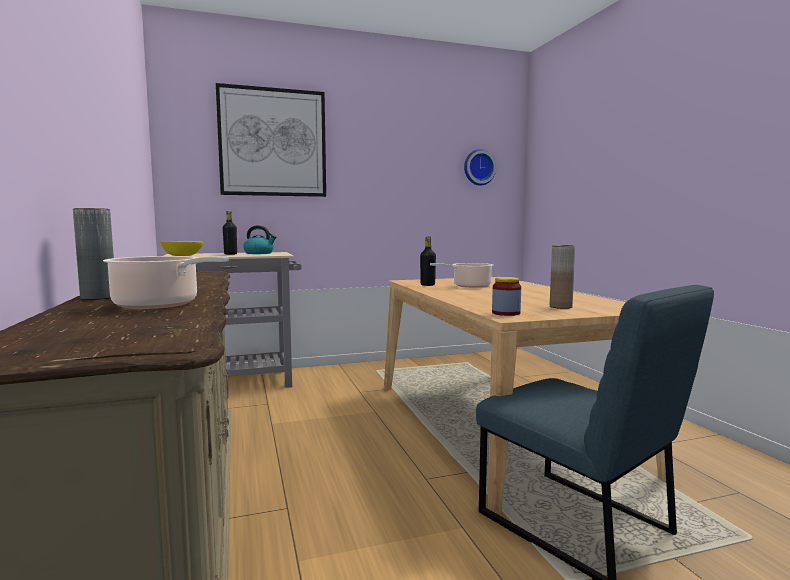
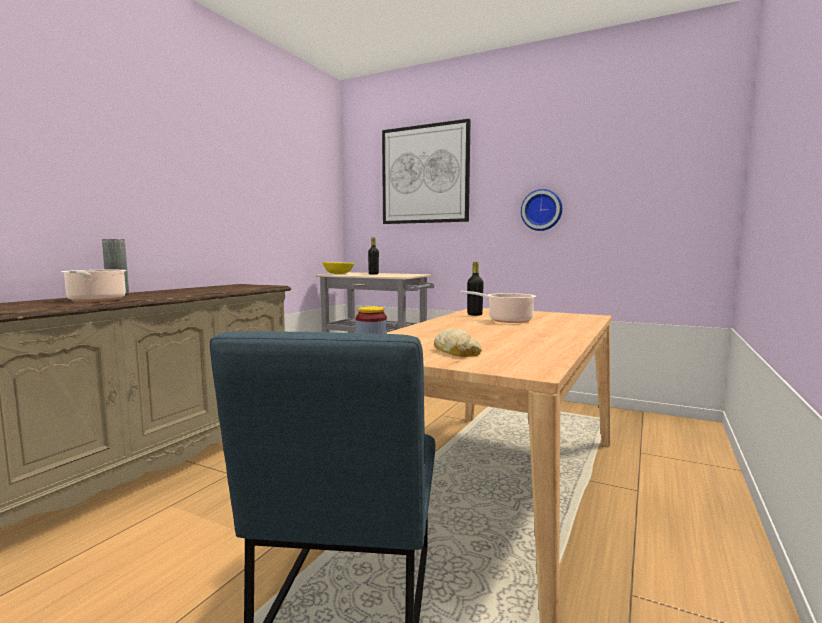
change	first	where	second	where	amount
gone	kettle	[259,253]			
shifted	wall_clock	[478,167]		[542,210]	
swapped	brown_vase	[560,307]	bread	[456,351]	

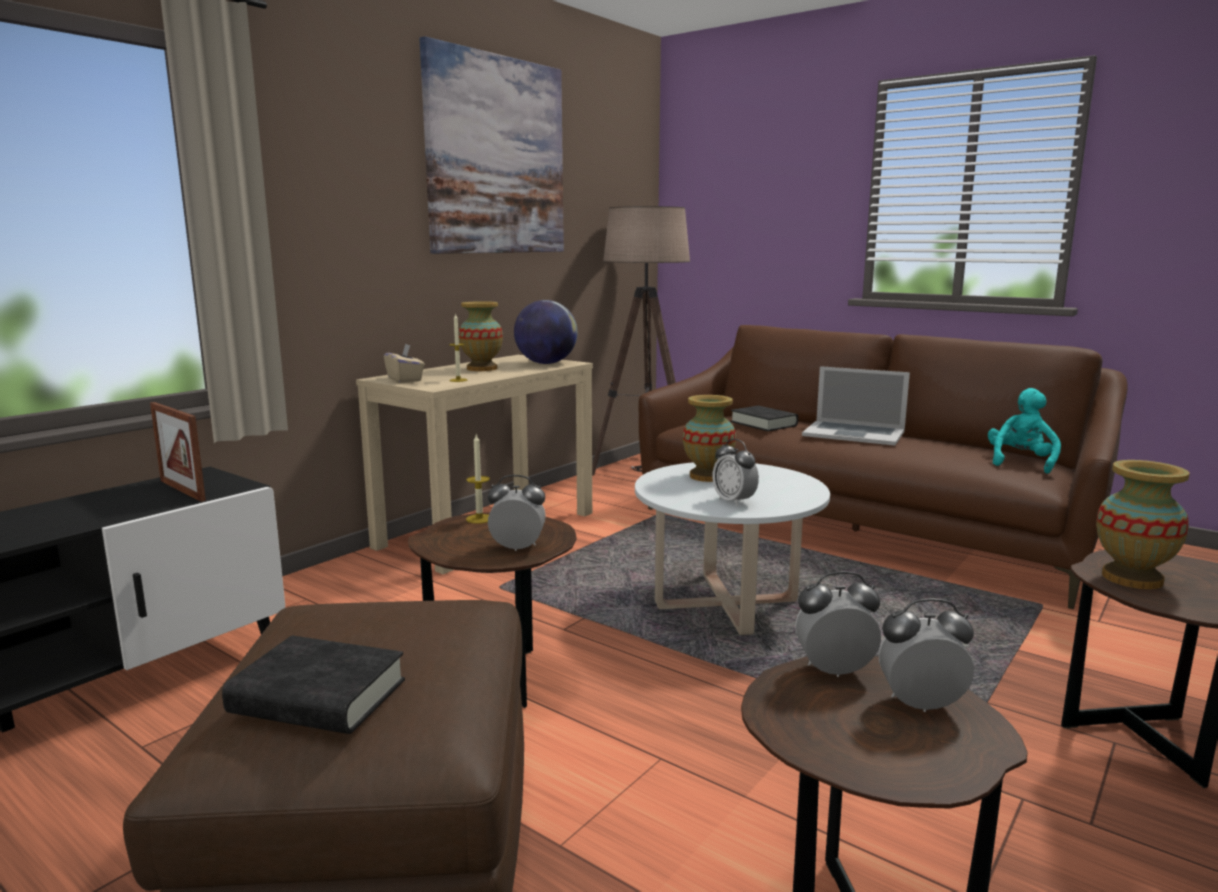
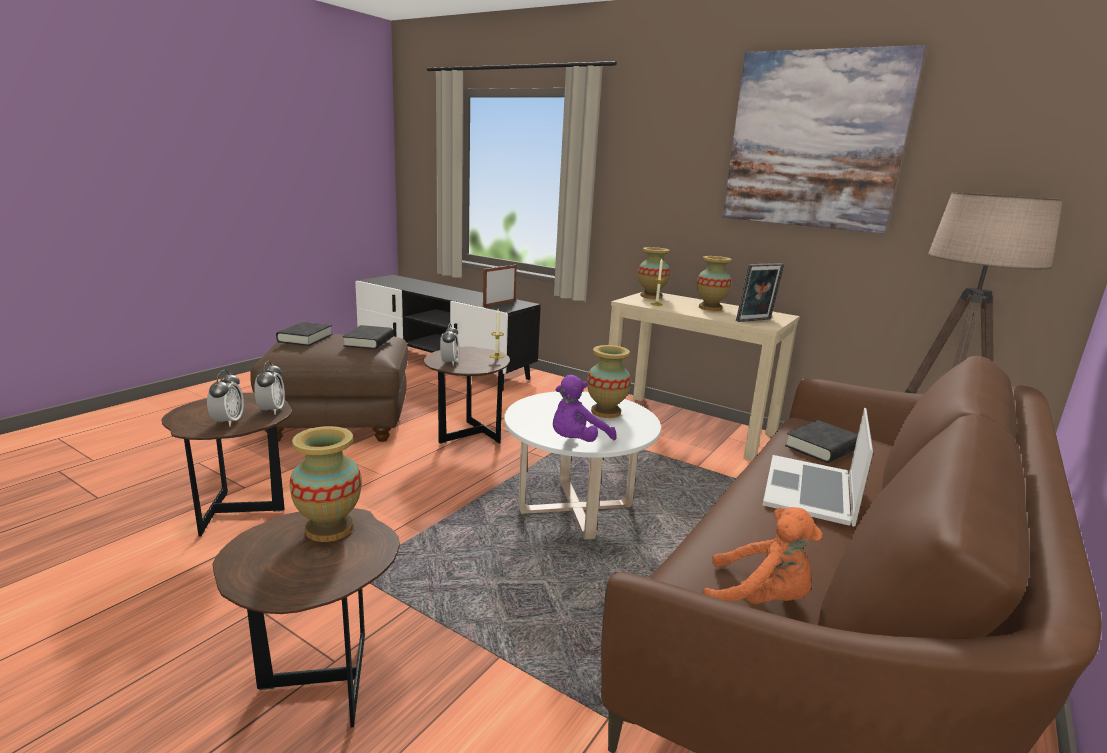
change	first	where	second	where	amount
swapped	beige_tissue_box	[405,379]	vase	[651,296]	
swapped	globe	[546,363]	picture_frame	[755,320]	
gone	alarm_clock	[734,501]			
repainted	turquoise_plush_toy	[1020,462]	orange_plush_toy	[759,600]	
new			black_book	[369,342]	
new			purple_plush_toy	[577,442]	

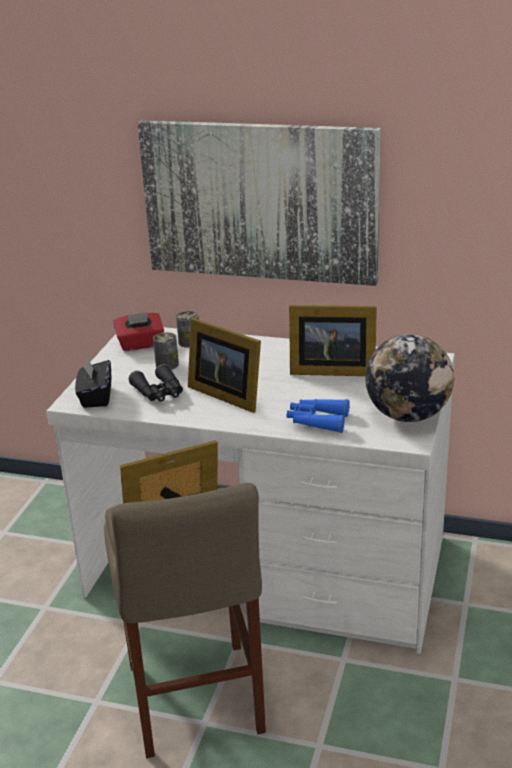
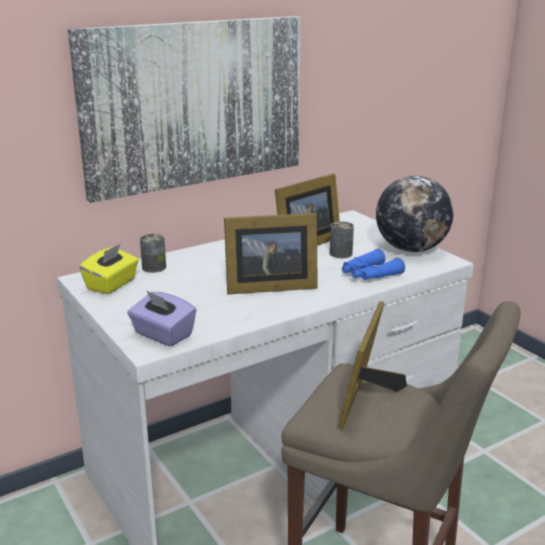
change	first	where	second	where	amount
repainted	black_tissue_box	[96,397]	purple_tissue_box	[162,335]	
repainted	red_tissue_box	[140,344]	yellow_tissue_box	[112,284]	
gone	black_binoculars	[159,393]			
shifted	can	[167,365]		[341,253]	

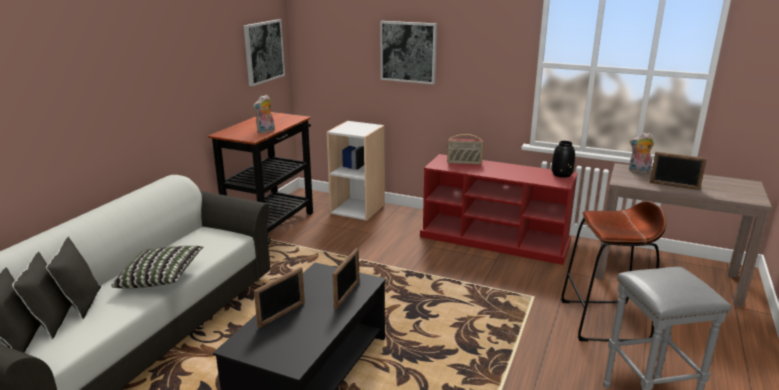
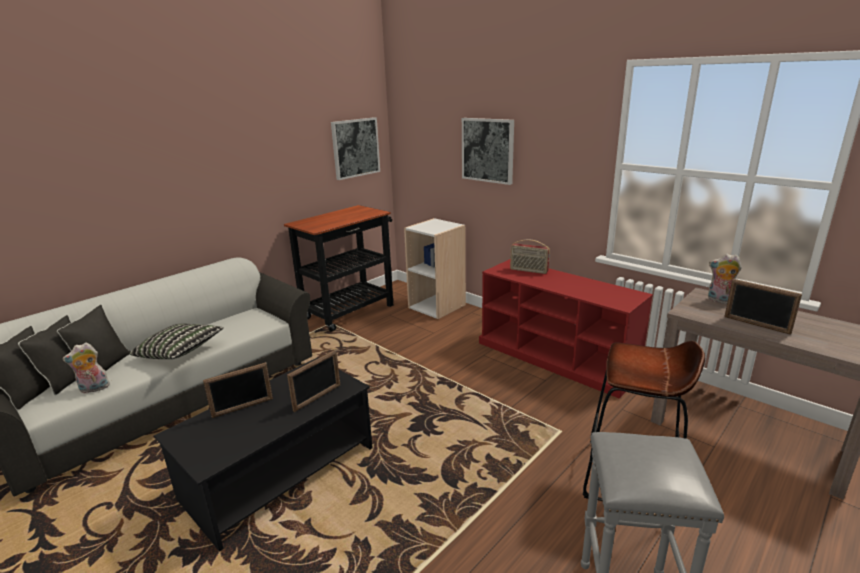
change	first	where	second	where	amount
shifted	plush_toy	[266,131]		[93,389]	
gone	black_vase	[561,174]			

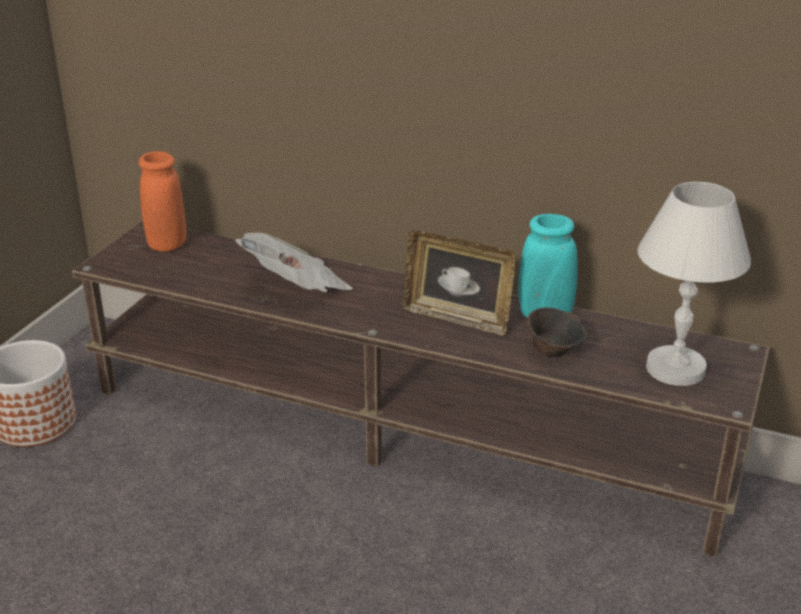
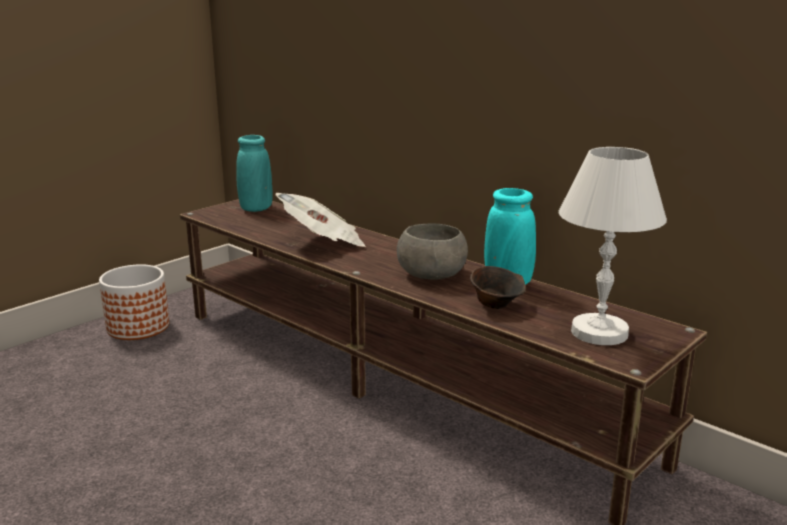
change	first	where	second	where	amount
repainted	orange_vase	[167,244]	turquoise_vase	[256,209]	
swapped	picture_frame	[457,317]	grey_bowl	[432,274]	

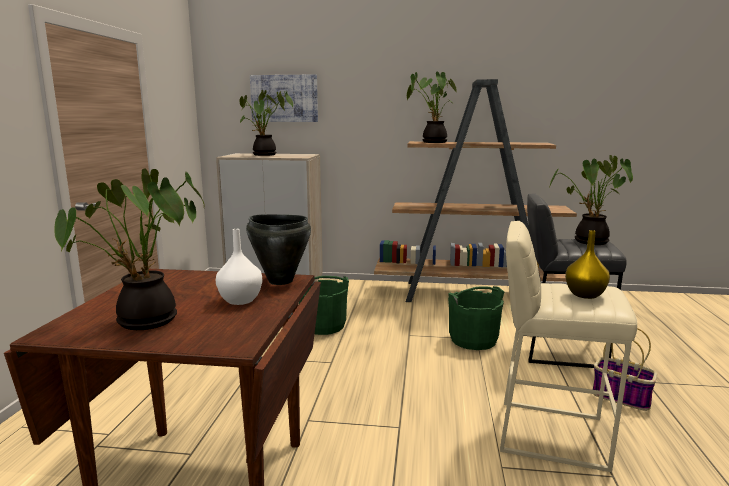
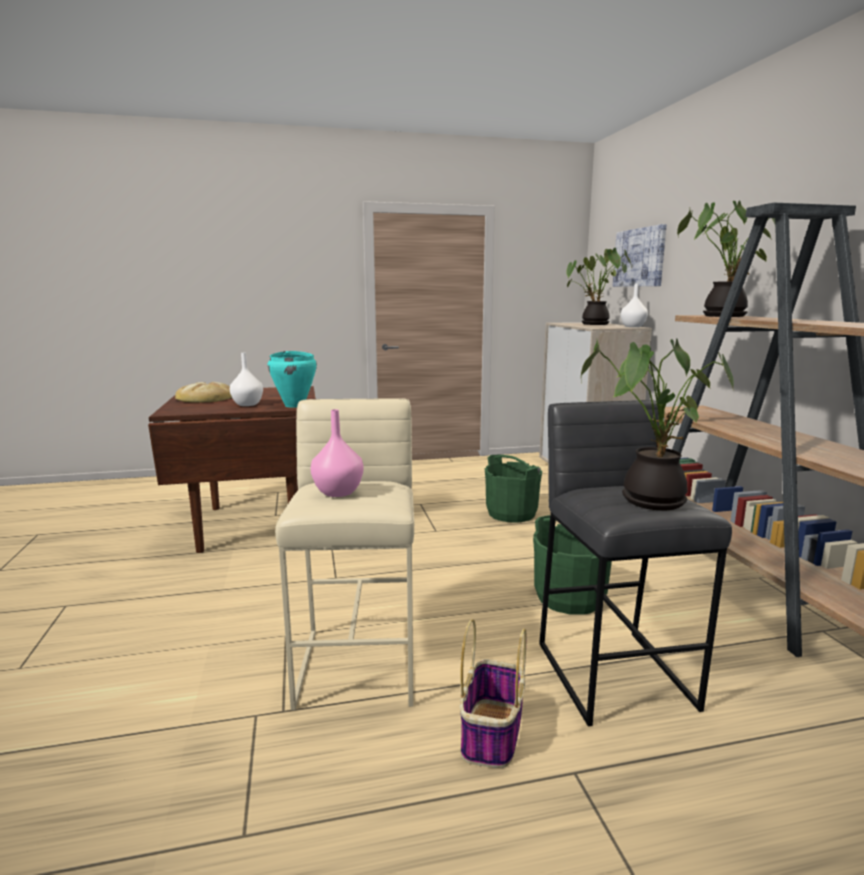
change	first	where	second	where	amount
swapped	potted_plant	[144,323]	bread	[205,398]	
repainted	black_cooking_pot	[280,281]	turquoise_cooking_pot	[295,405]	
repainted	yellow_vase	[586,295]	pink_vase	[338,493]	
new			white_vase	[633,326]	

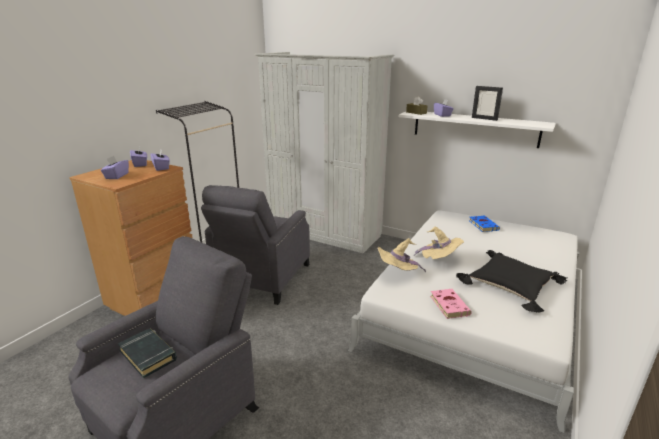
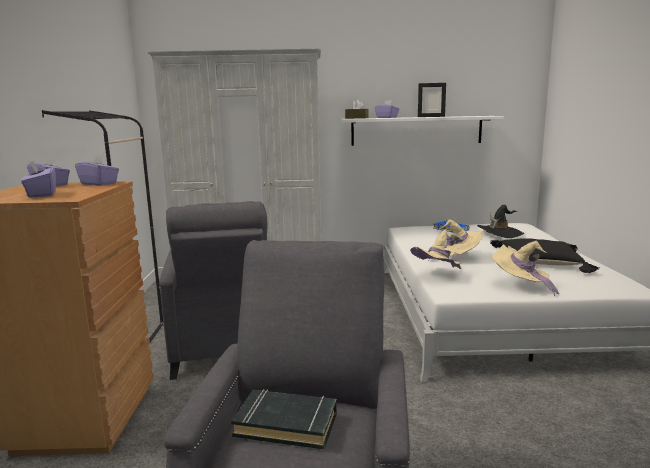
change	first	where	second	where	amount
swapped	pink_book	[448,305]	beige_hat	[521,286]	
new			black_hat	[500,233]	

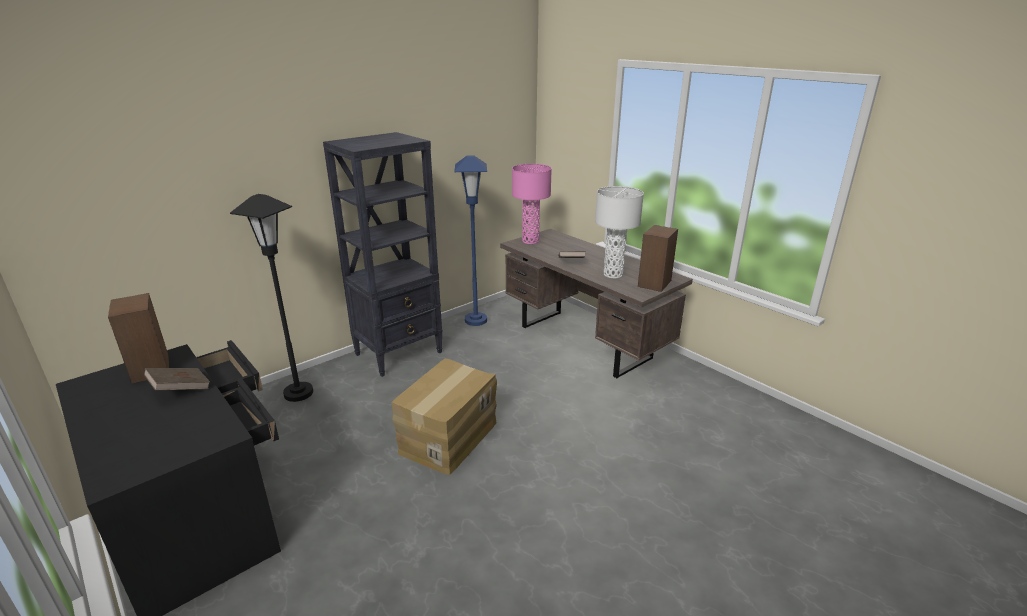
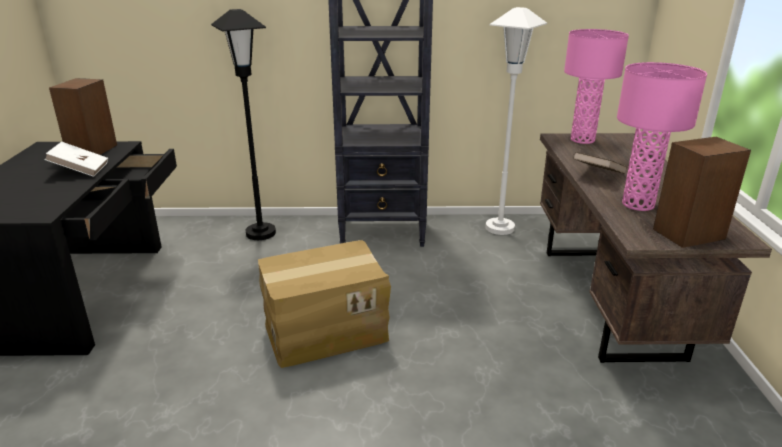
change	first	where	second	where	amount
repainted	brown_book	[180,389]	white_book	[80,170]	
repainted	blue_floor_lamp	[476,320]	white_floor_lamp	[500,228]	
repainted	white_table_lamp	[613,274]	pink_table_lamp	[638,204]	

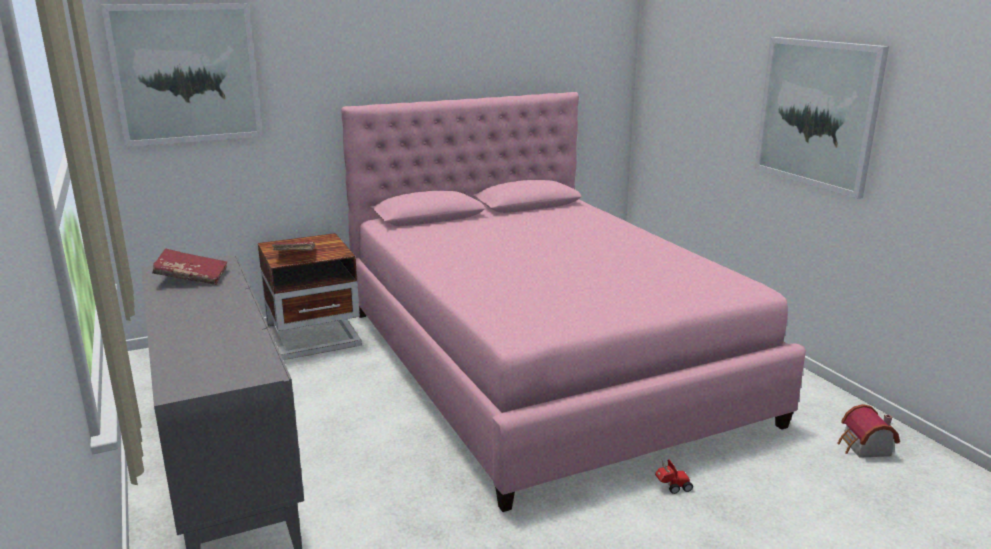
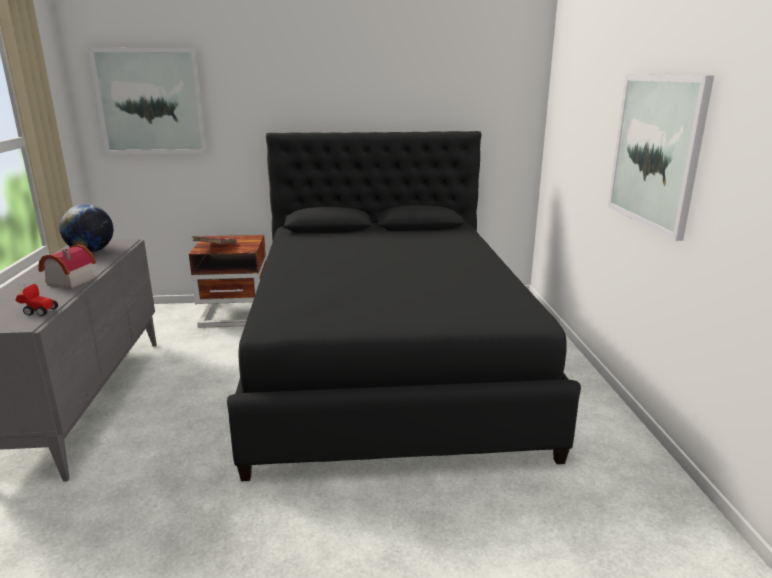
change	first	where	second	where	amount
swapped	red_book	[191,278]	globe	[91,251]	
repainted	pink_bed	[542,362]	black_bed	[387,362]	
shifted	toy_car	[672,487]		[37,311]	
shifted	toy_house	[864,448]		[68,282]	

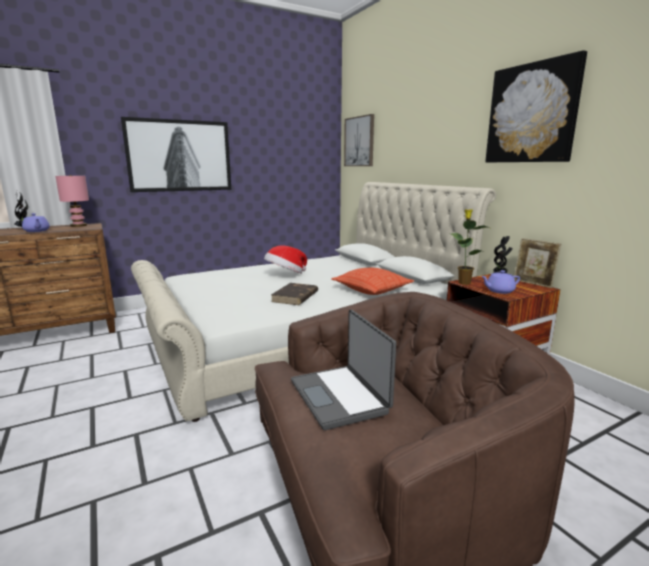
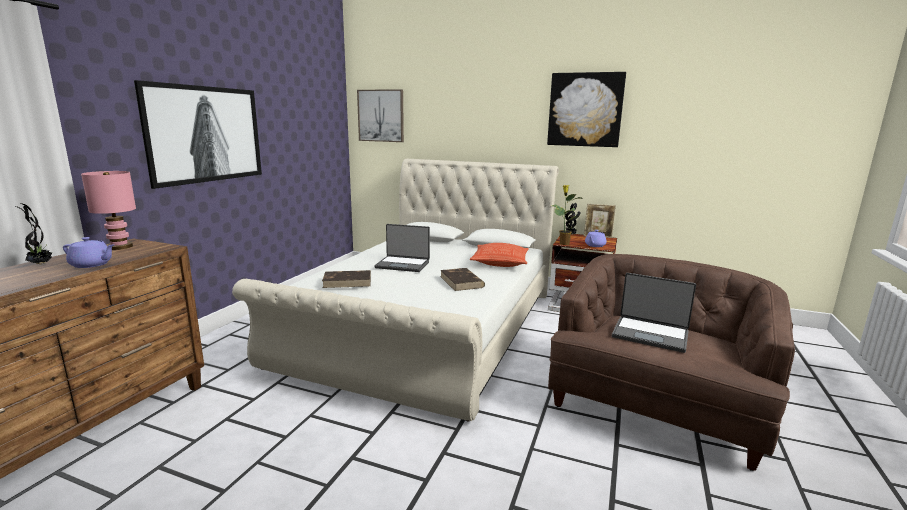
change	first	where	second	where	amount
swapped	hat	[285,275]	laptop	[403,265]	
new			brown_book	[348,281]	

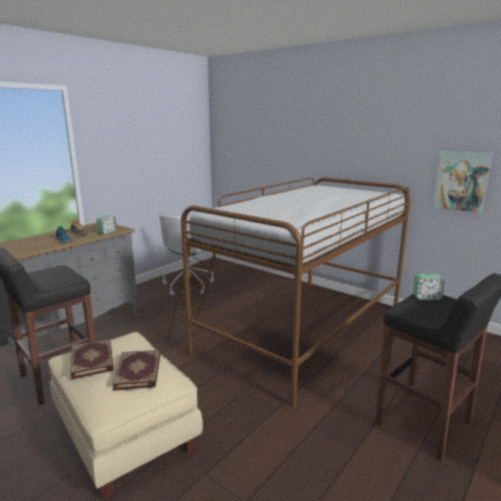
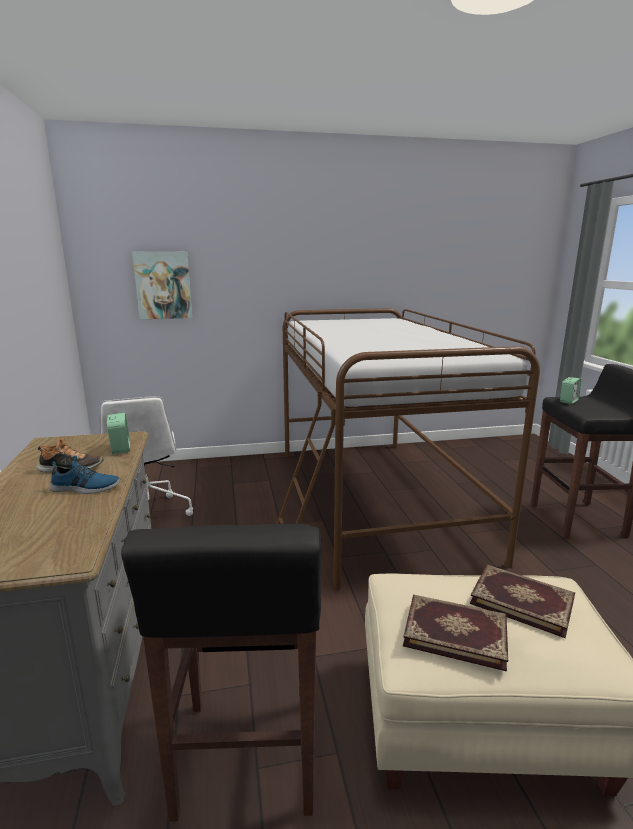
change	first	where	second	where	amount
shifted	picture	[461,181]		[163,285]	

